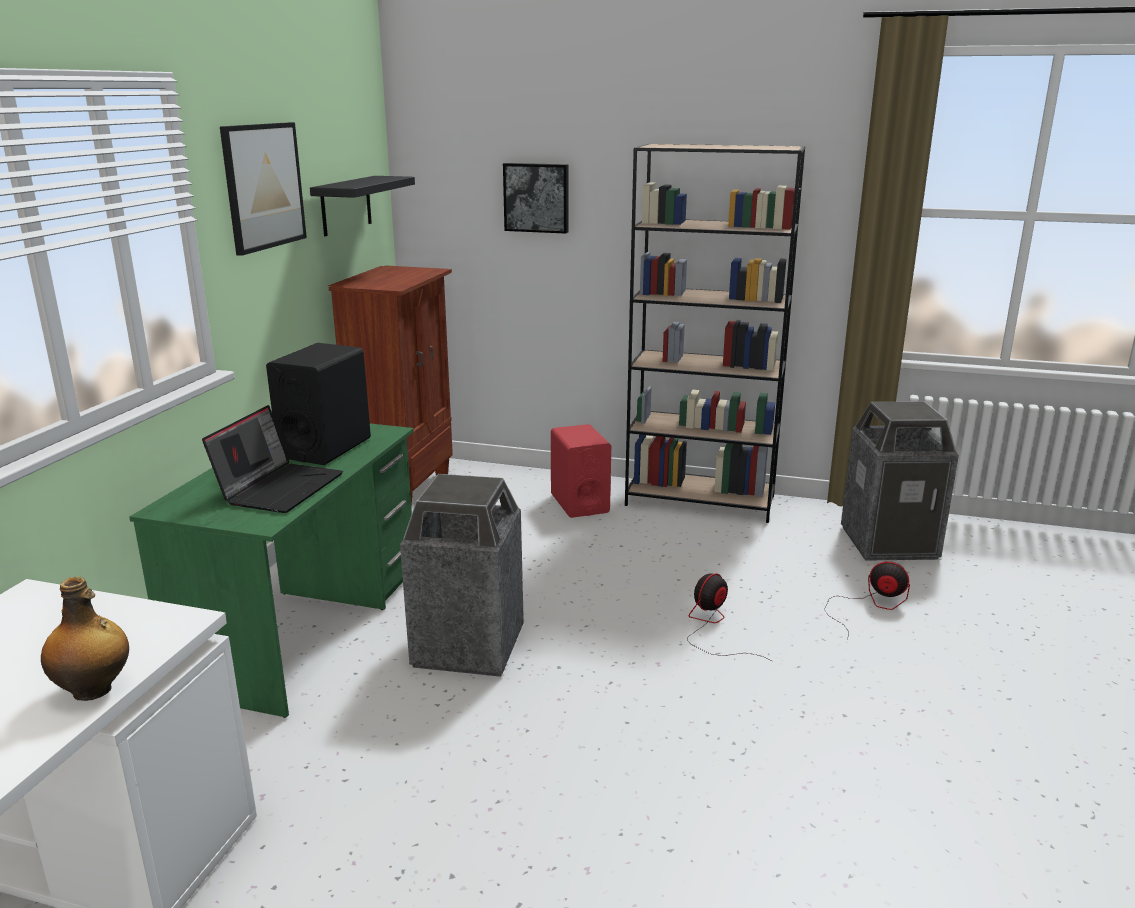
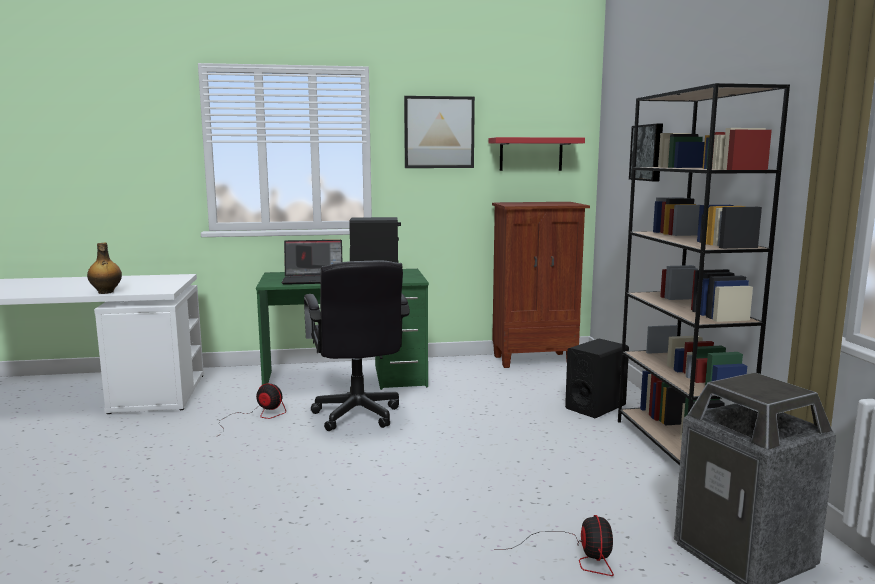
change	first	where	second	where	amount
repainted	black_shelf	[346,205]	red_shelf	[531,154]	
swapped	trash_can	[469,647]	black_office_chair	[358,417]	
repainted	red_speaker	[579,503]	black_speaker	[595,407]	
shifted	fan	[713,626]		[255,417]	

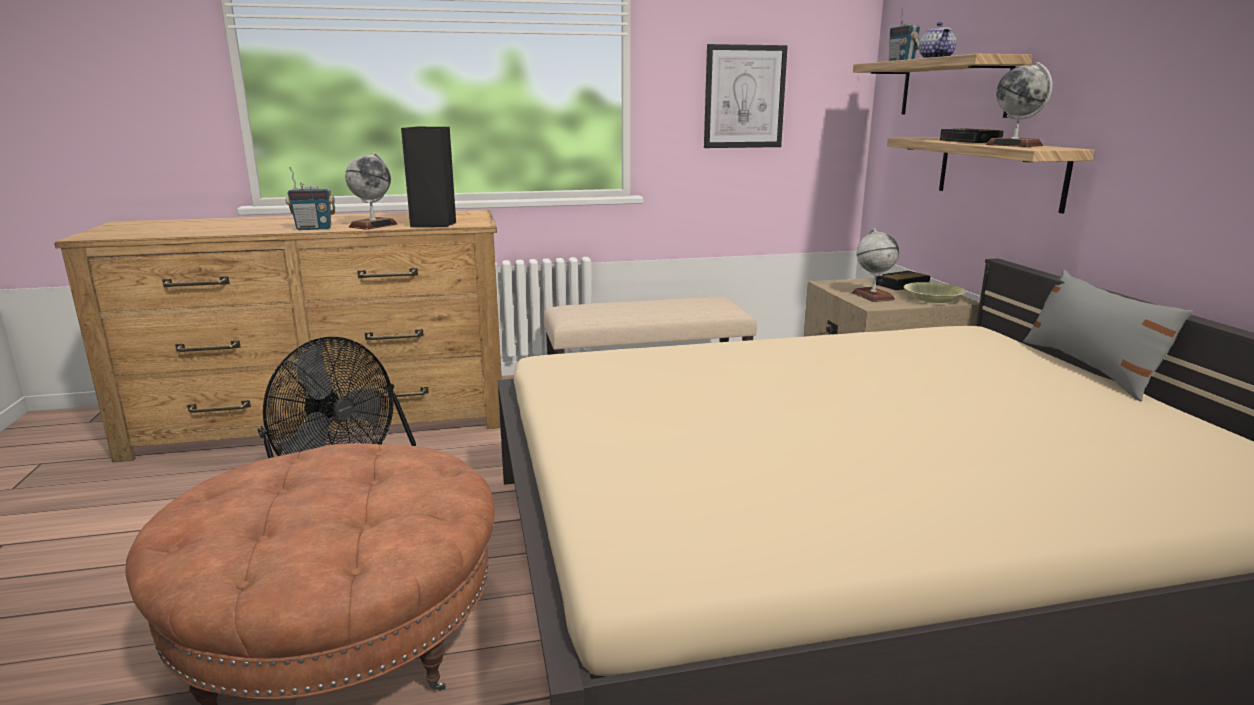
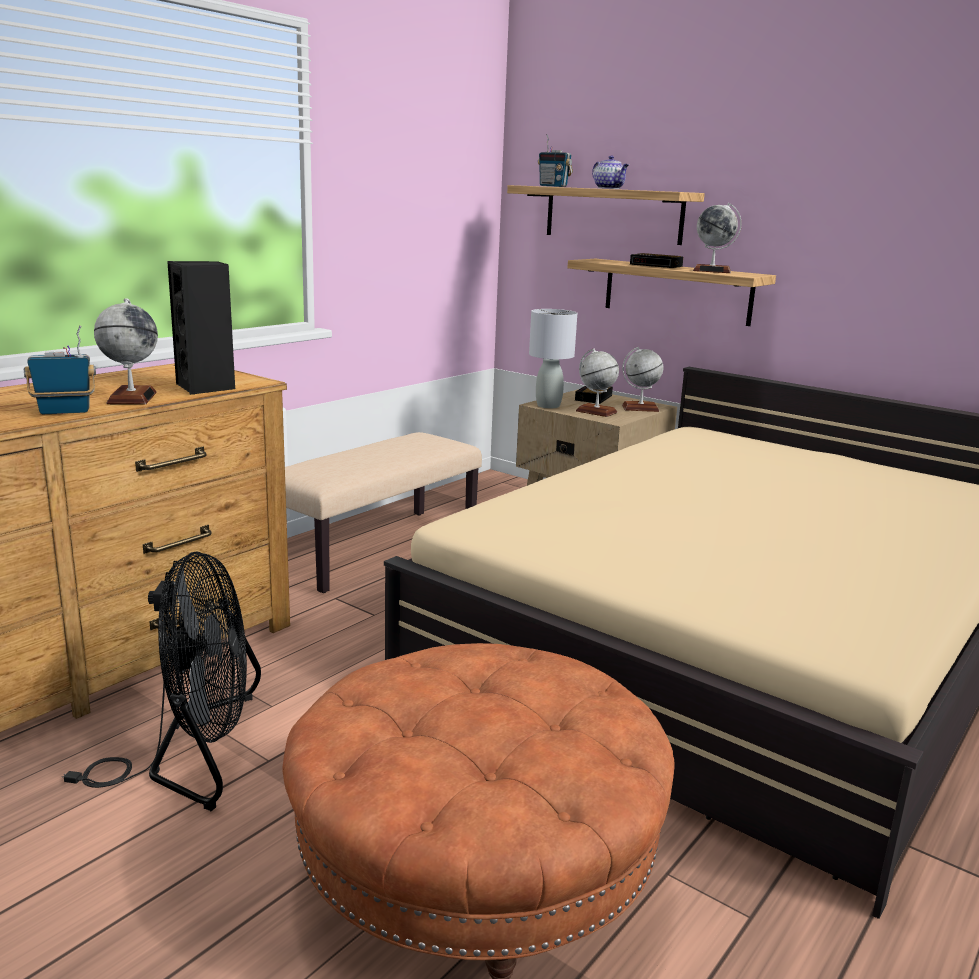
change	first	where	second	where	amount
rotated	radio	[314,229]		[64,412]	150 degrees counterclockwise
gone	picture	[744,97]			
swapped	yellow_bowl	[932,299]	globe	[640,408]	
gone	grey_pillow	[1090,368]			
new			grey_table_lamp	[549,406]	

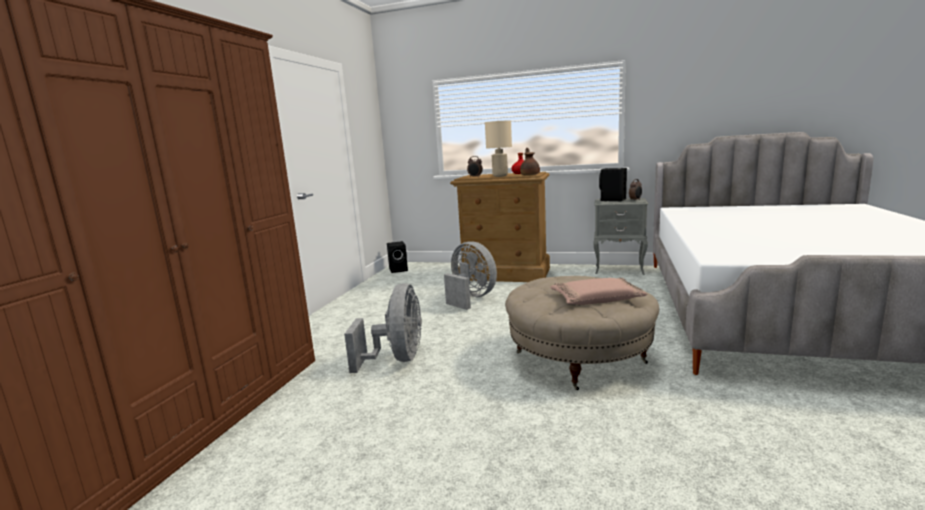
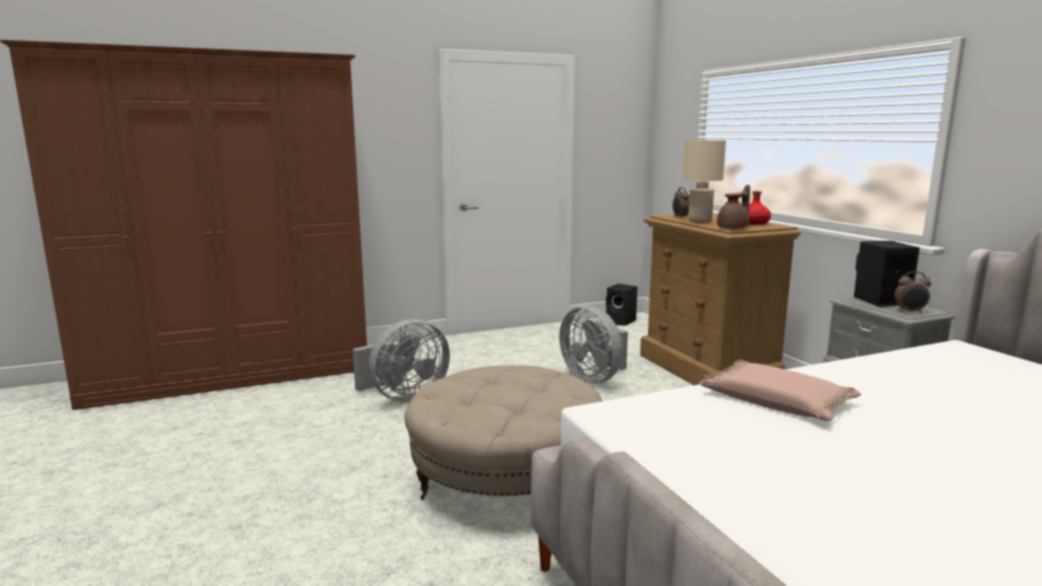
change	first	where	second	where	amount
rotated	grey_fan	[471,298]		[594,378]	135 degrees clockwise
shifted	beige_pillow	[596,297]		[776,399]	

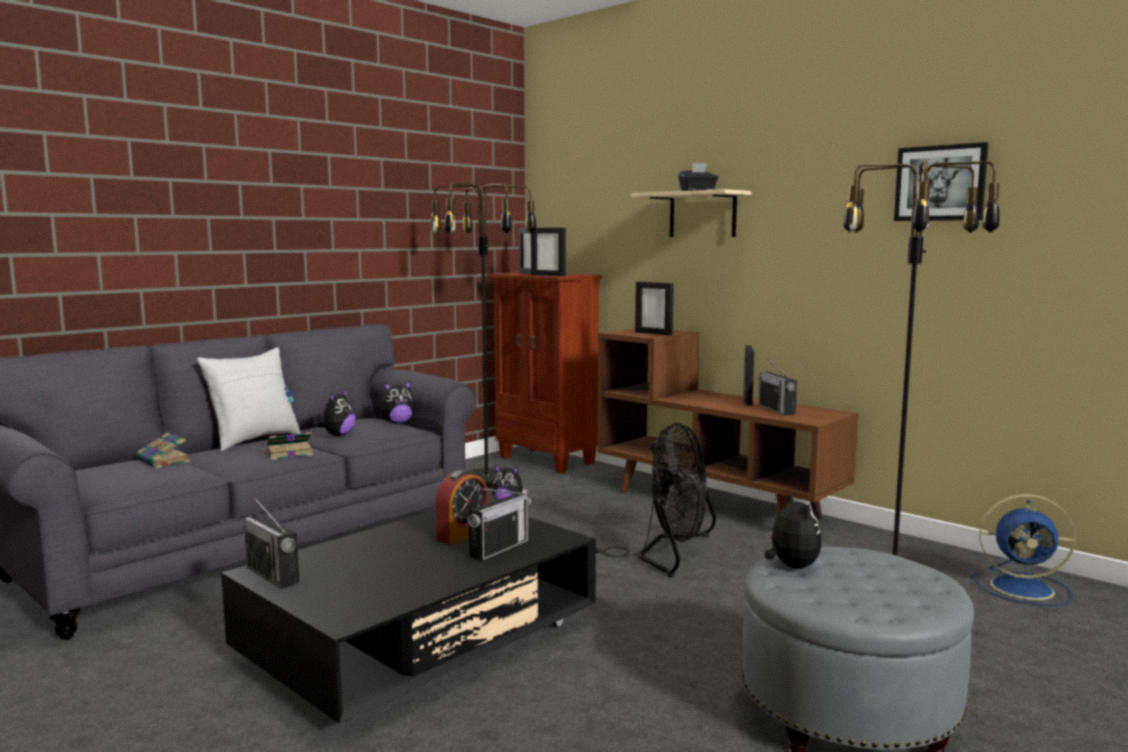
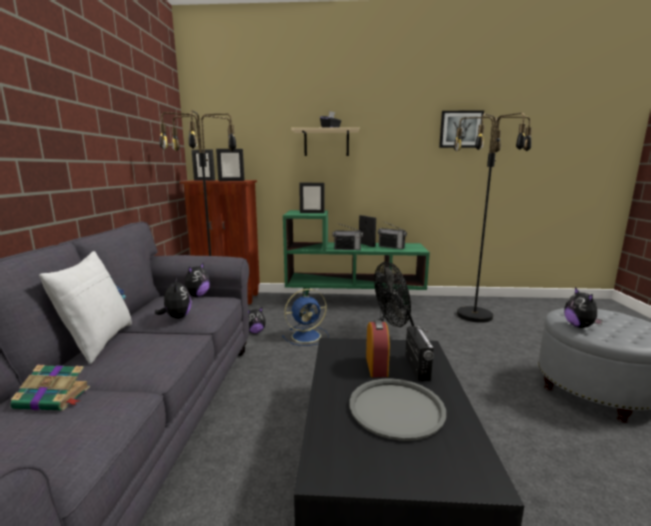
change	first	where	second	where	amount
shifted	radio	[272,575]		[347,249]	
gone	book	[288,453]			
repainted	brown_tv_stand	[718,504]	green_tv_stand	[355,301]	
rotated	plush_toy	[791,566]		[579,326]	135 degrees counterclockwise
shifted	blue_fan	[1024,588]		[307,336]	
new			grey_tray	[396,408]	

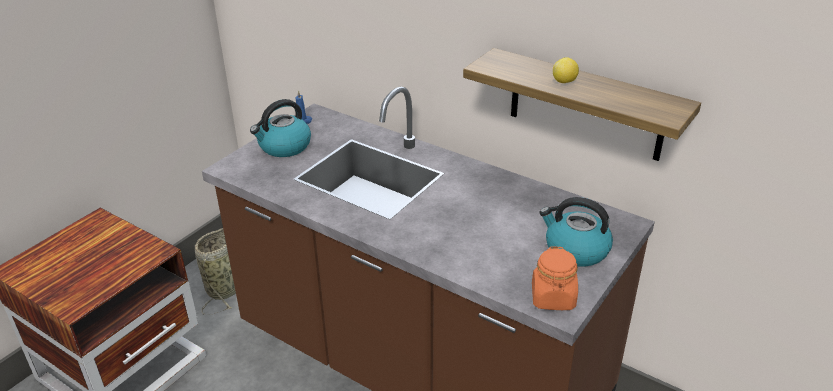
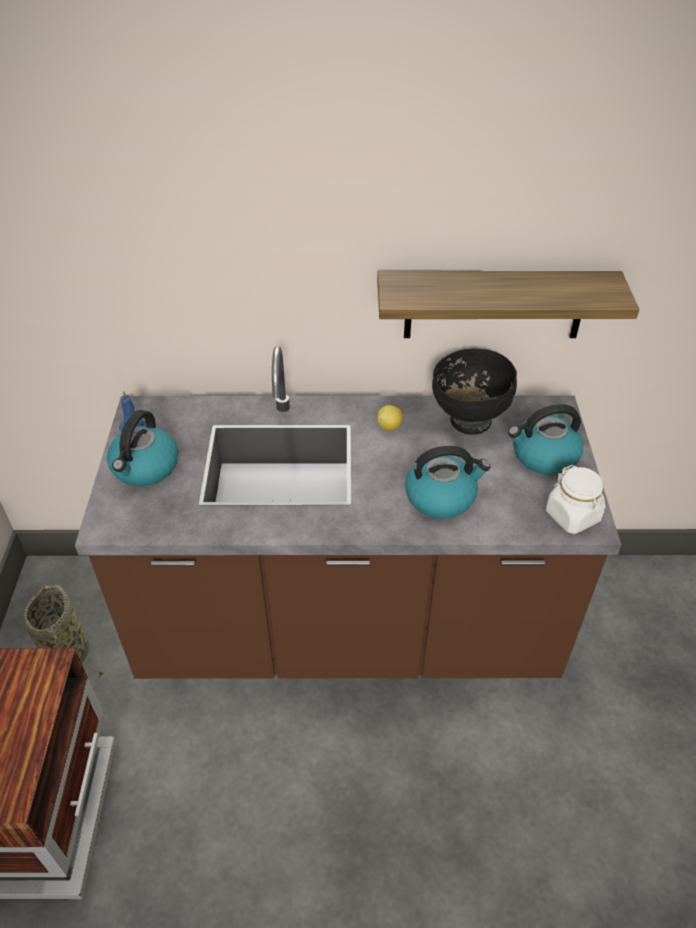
change	first	where	second	where	amount
repainted	orange_jar	[553,298]	white_jar	[572,516]	
shifted	lemon	[564,82]		[389,426]	
new			kettle	[441,497]	
new			black_bowl	[469,421]	

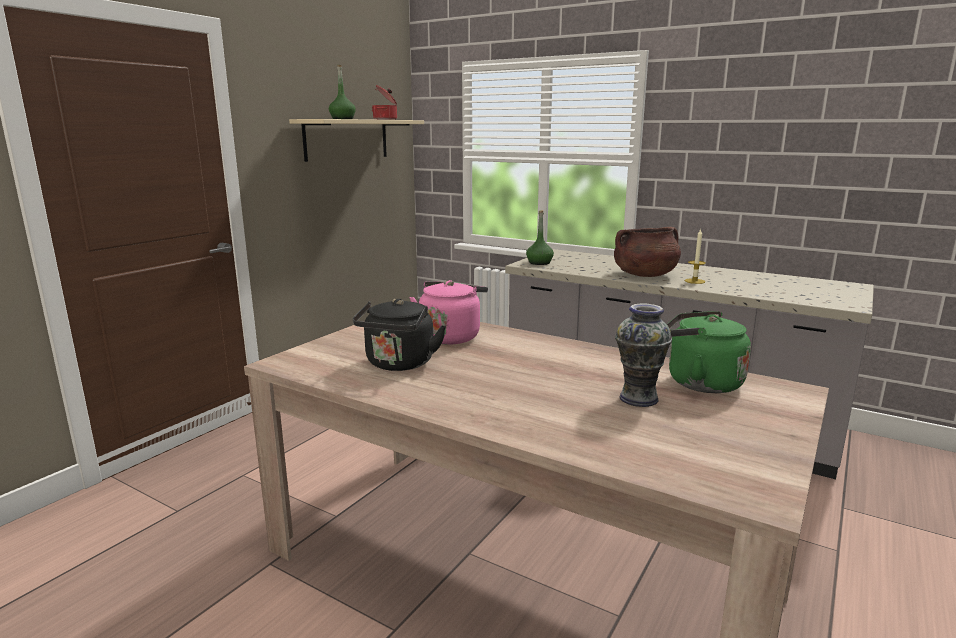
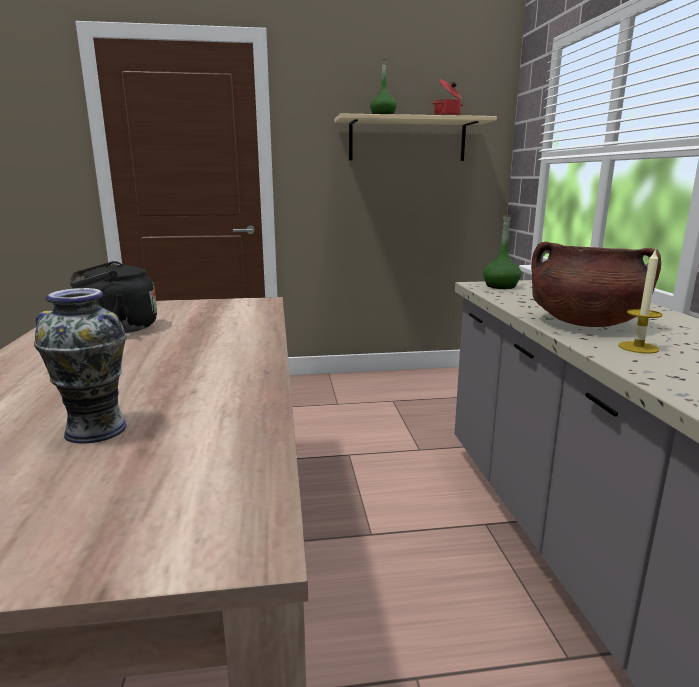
change	first	where	second	where	amount
gone	pink_kettle	[450,336]			
gone	green_kettle	[699,382]			

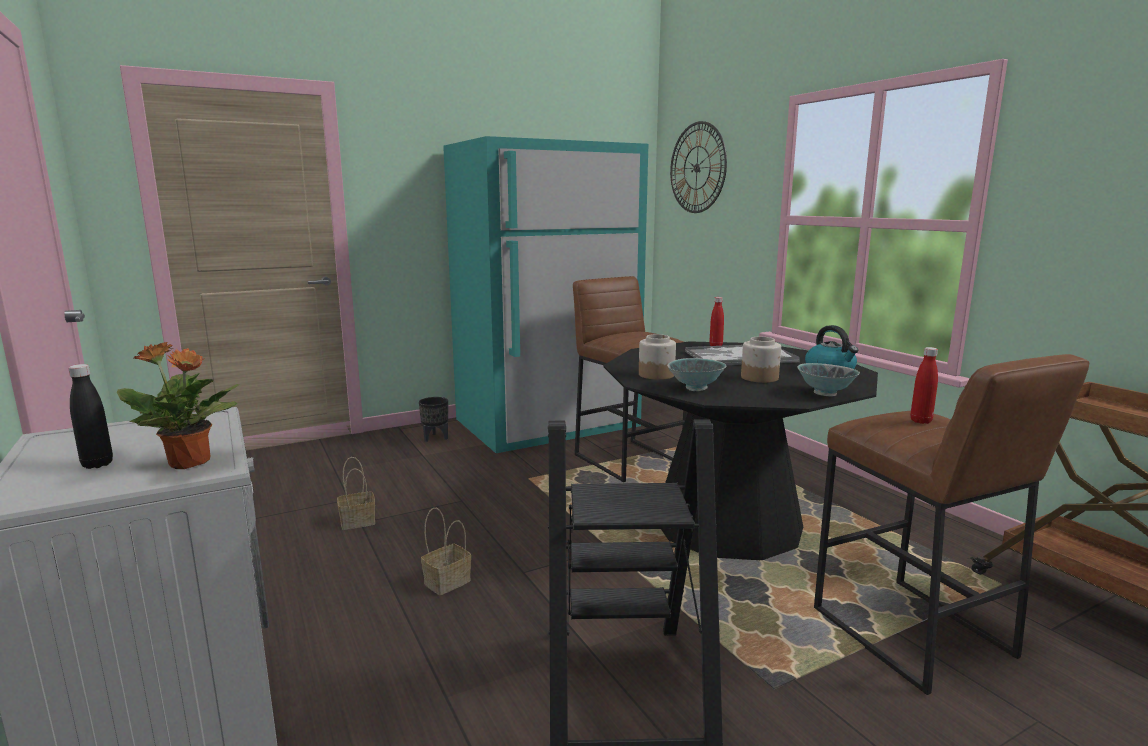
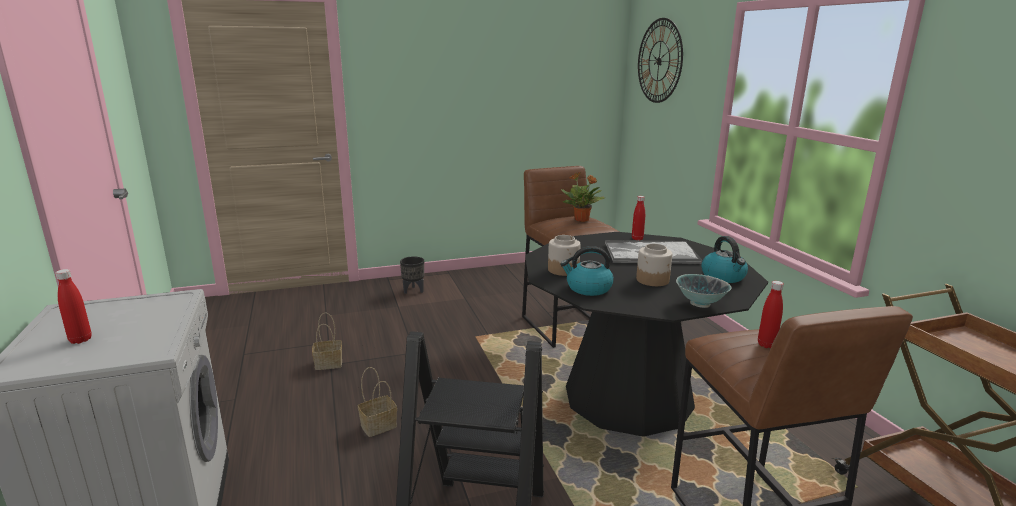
change	first	where	second	where	amount
repainted	black_bottle	[97,464]	red_bottle	[80,340]	
shifted	potted_plant	[190,463]		[582,220]	
gone	turquoise_fridge	[548,422]			
swapped	bowl	[696,388]	kettle	[588,288]	

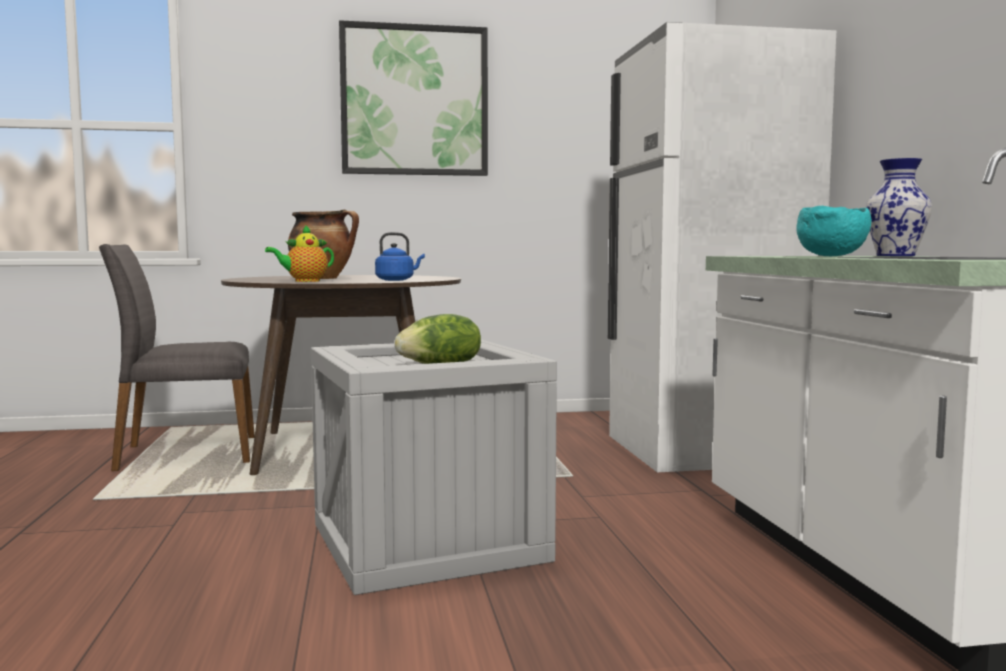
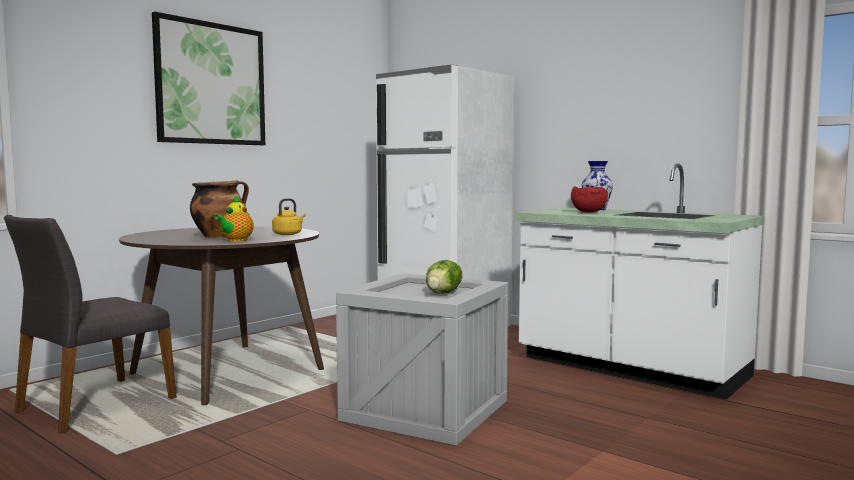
change	first	where	second	where	amount
repainted	blue_kettle	[397,280]	yellow_kettle	[288,234]	
repainted	turquoise_bowl	[831,256]	red_bowl	[588,212]	

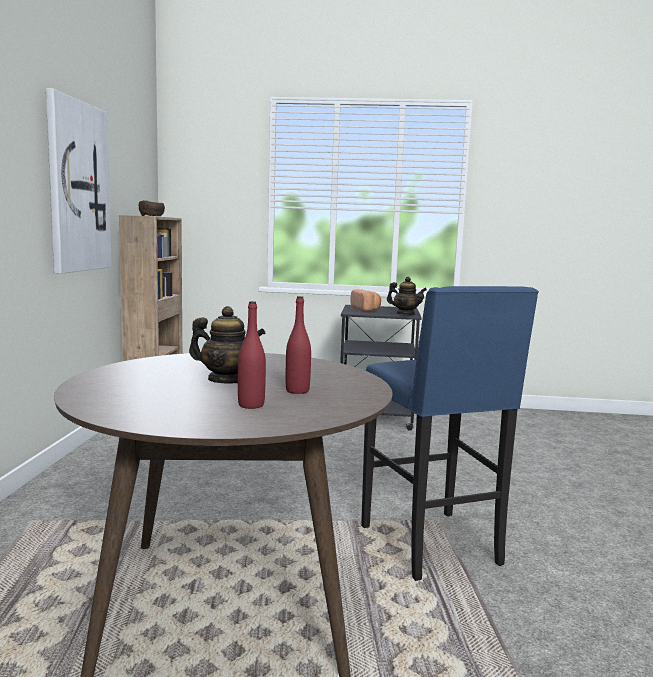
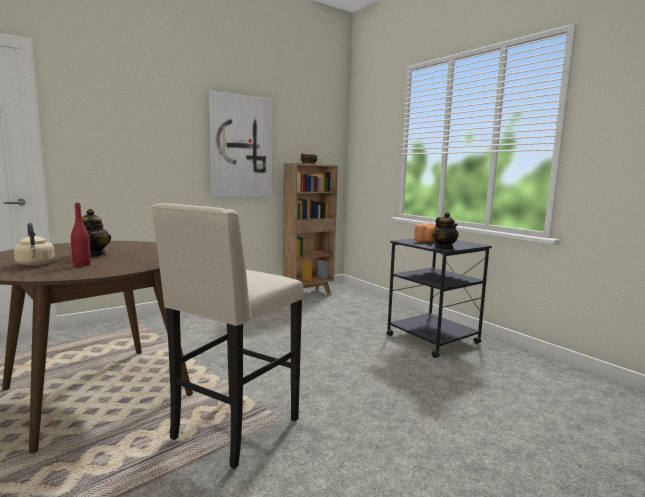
change	first	where	second	where	amount
swapped	red_bottle	[251,405]	beige_kettle	[35,264]	
repainted	blue_stool	[433,546]	beige_stool	[233,430]	

